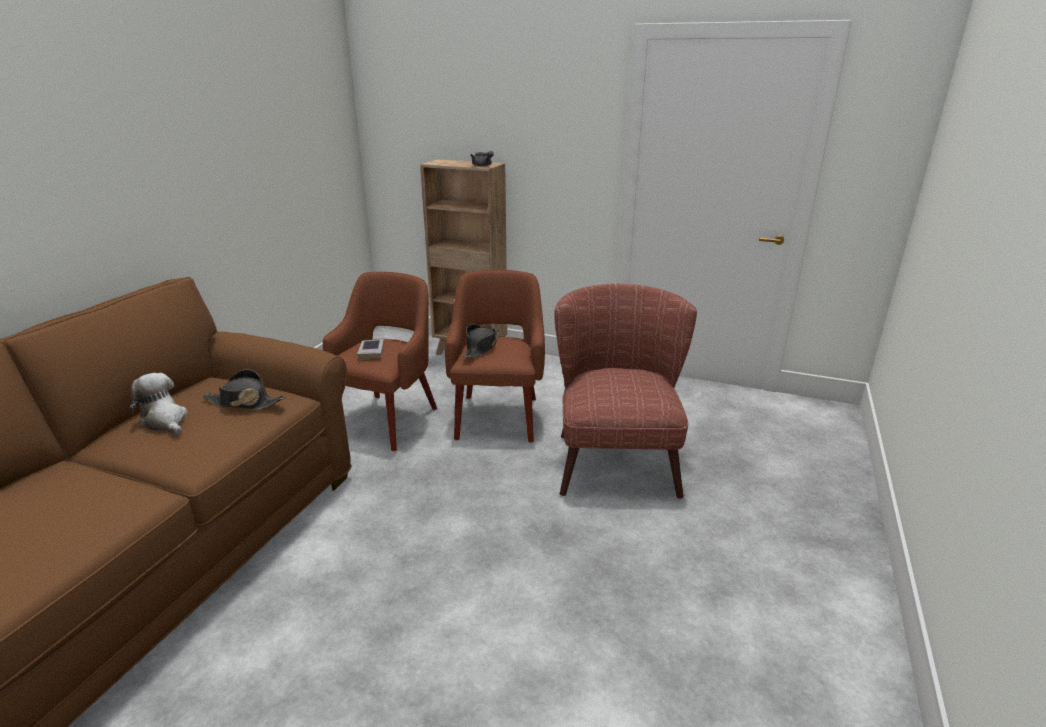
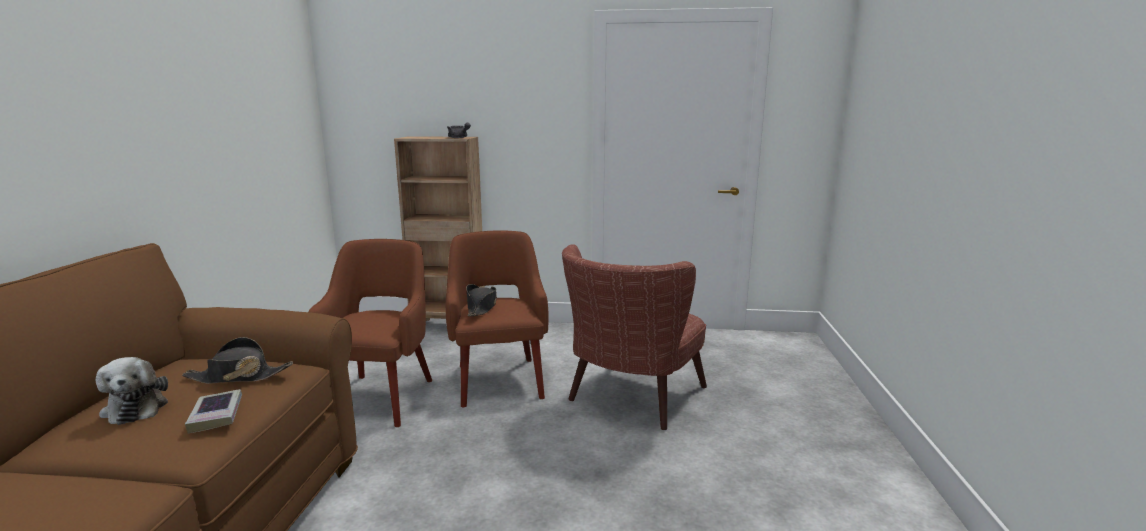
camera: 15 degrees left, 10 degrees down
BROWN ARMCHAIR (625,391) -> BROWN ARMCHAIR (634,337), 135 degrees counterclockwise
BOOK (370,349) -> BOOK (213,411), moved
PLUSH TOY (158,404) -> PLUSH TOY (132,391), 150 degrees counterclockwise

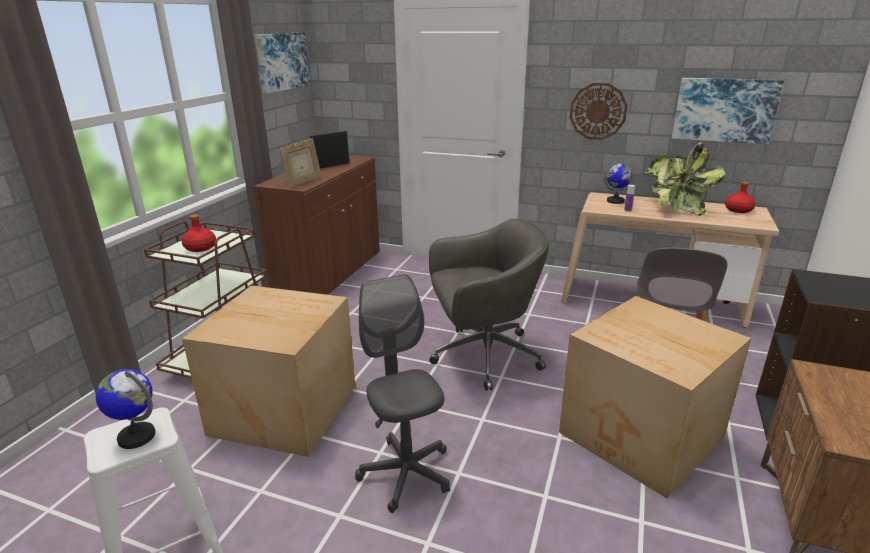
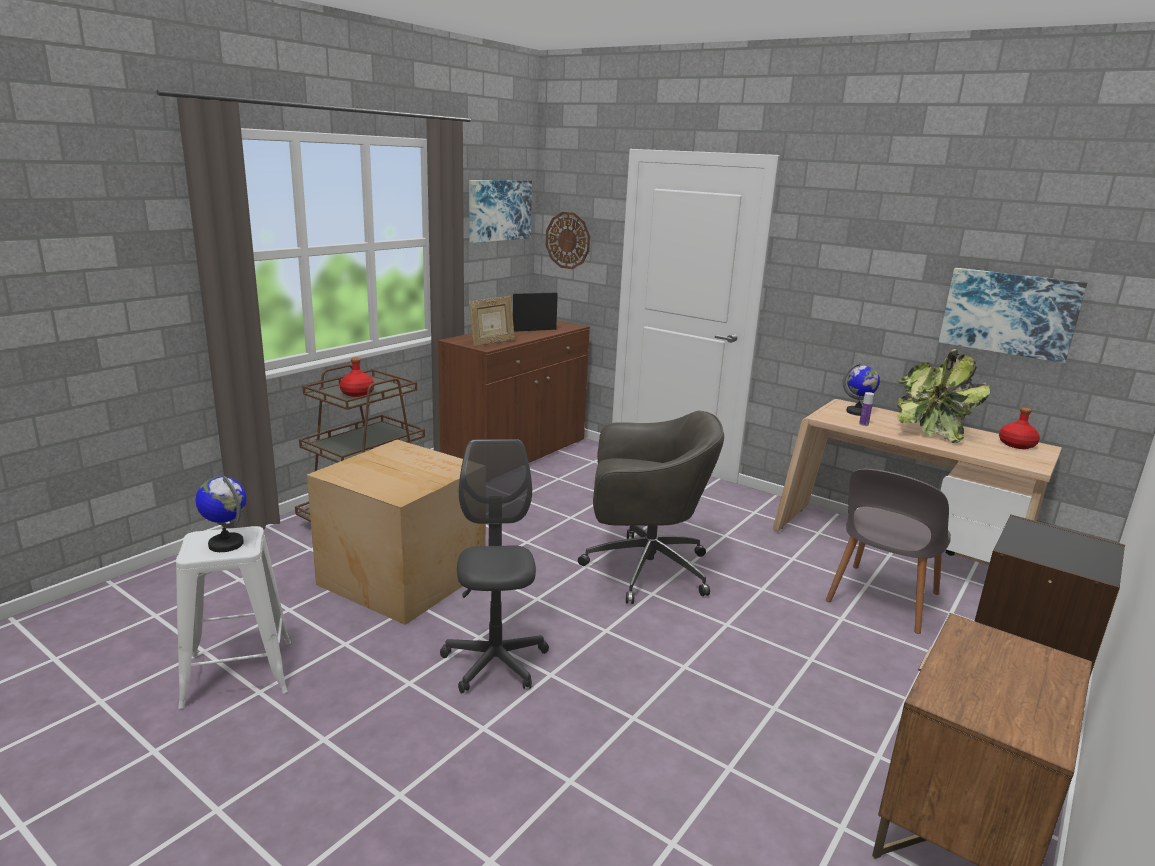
camera: 15 degrees right, 5 degrees down
WALL CLOCK (599,111) -> WALL CLOCK (568,240), moved
CARDBOARD BOX (655,397) -> none

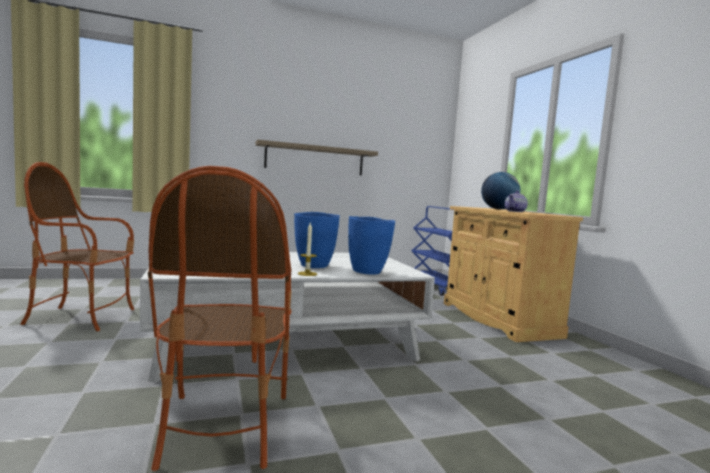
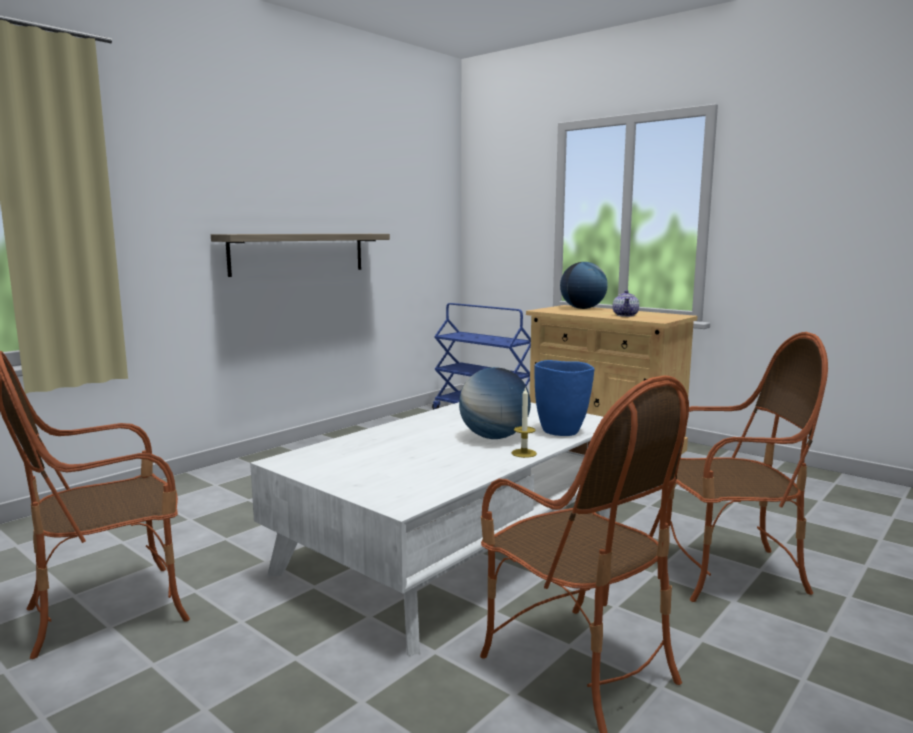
camera: 30 degrees left, 5 degrees up
BLUE VASE (317,240) -> GLOBE (495,403)
none -> ARMCHAIR (747,467)

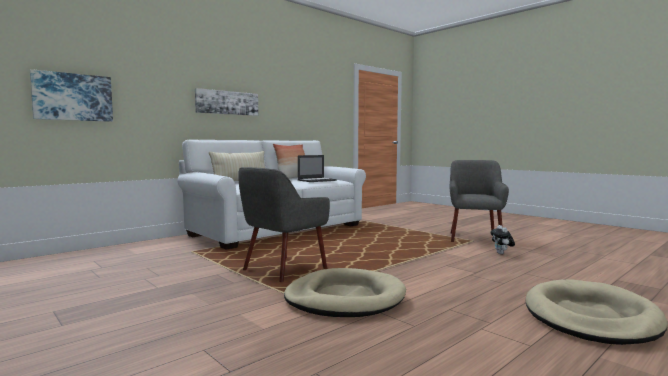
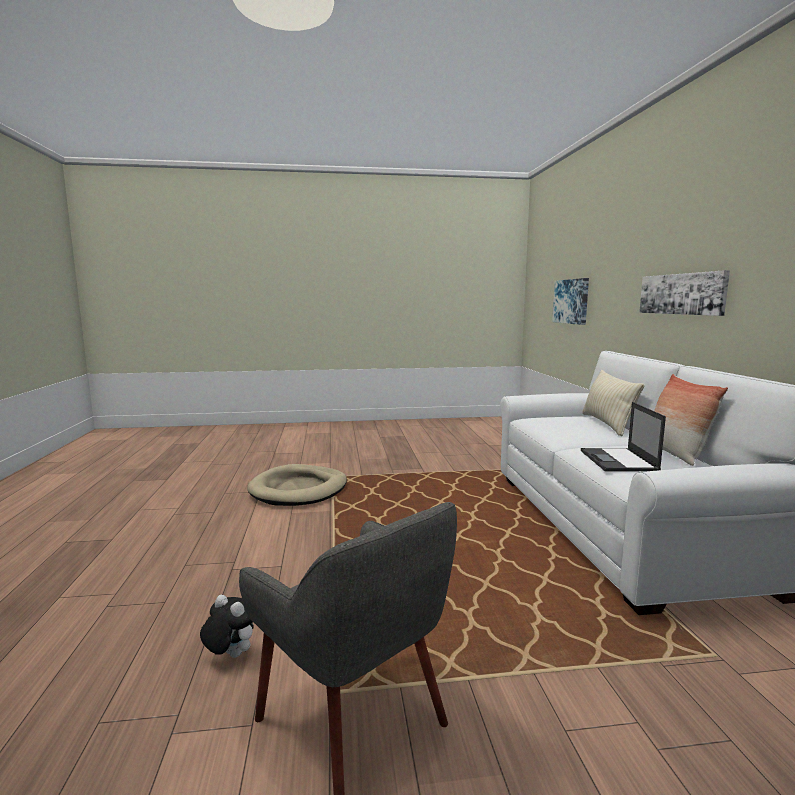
camera: 125 degrees right, 5 degrees up
GREY ARMCHAIR (284,224) -> none
BEIGE DOG BED (597,312) -> none

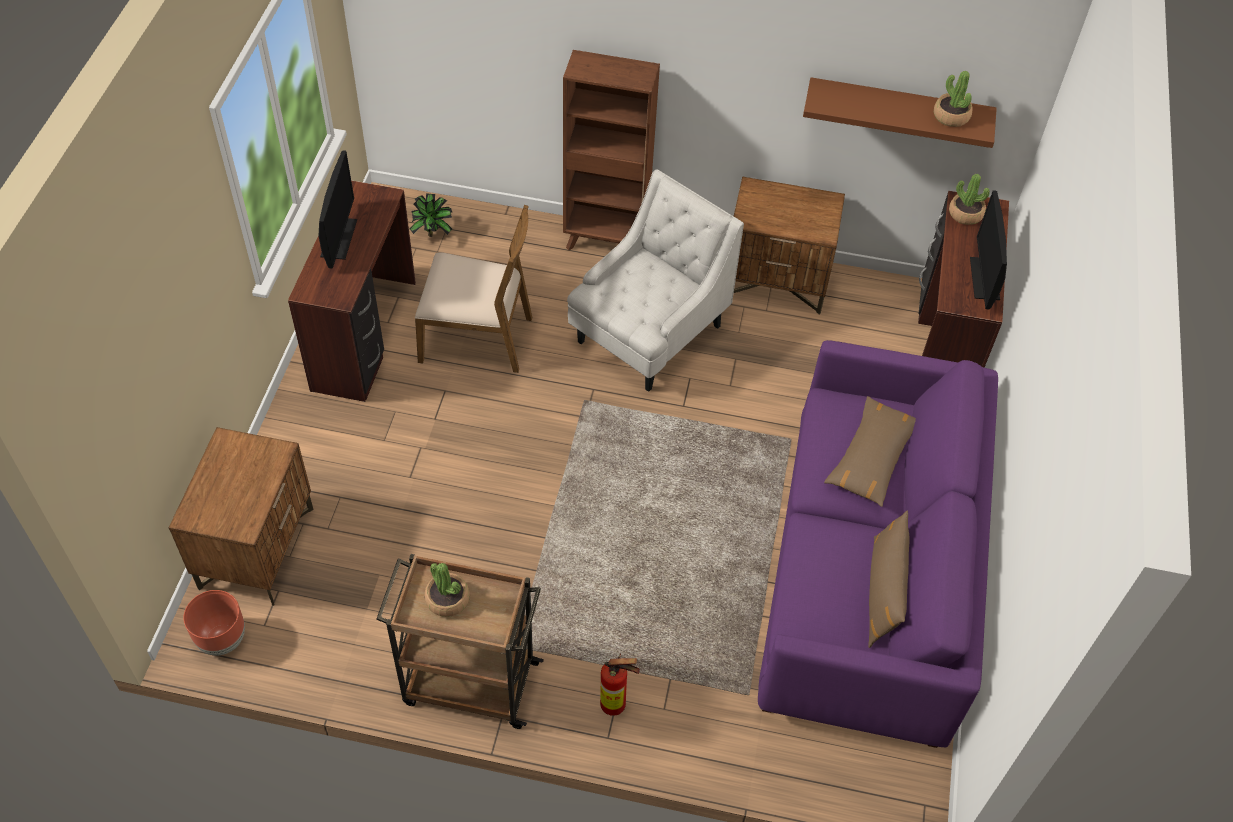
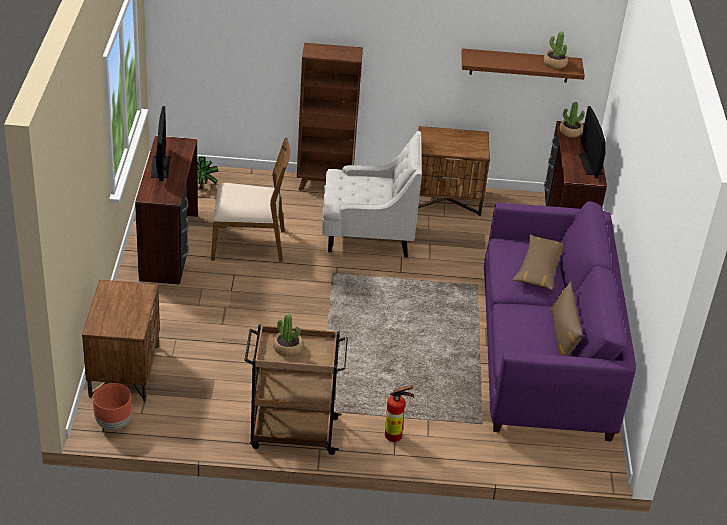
camera: 10 degrees left, 15 degrees down
WHITE ARMCHAIR (655,280) -> WHITE ARMCHAIR (372,194), 60 degrees clockwise

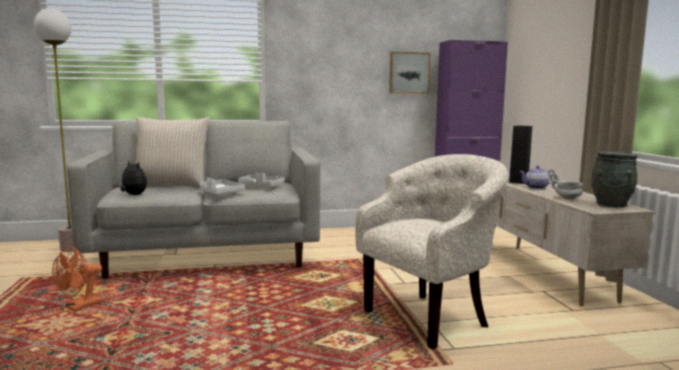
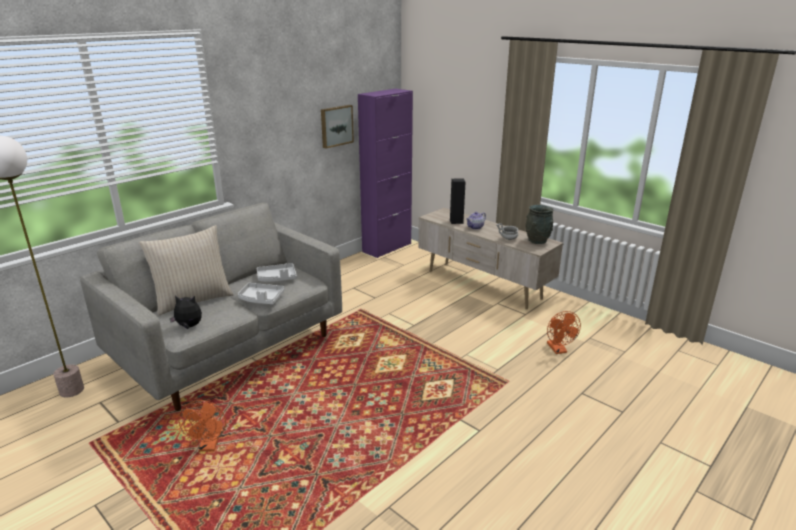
camera: 35 degrees left, 15 degrees up
BEIGE ARMCHAIR (431,251) -> none
none -> ORANGE FAN (564,332)

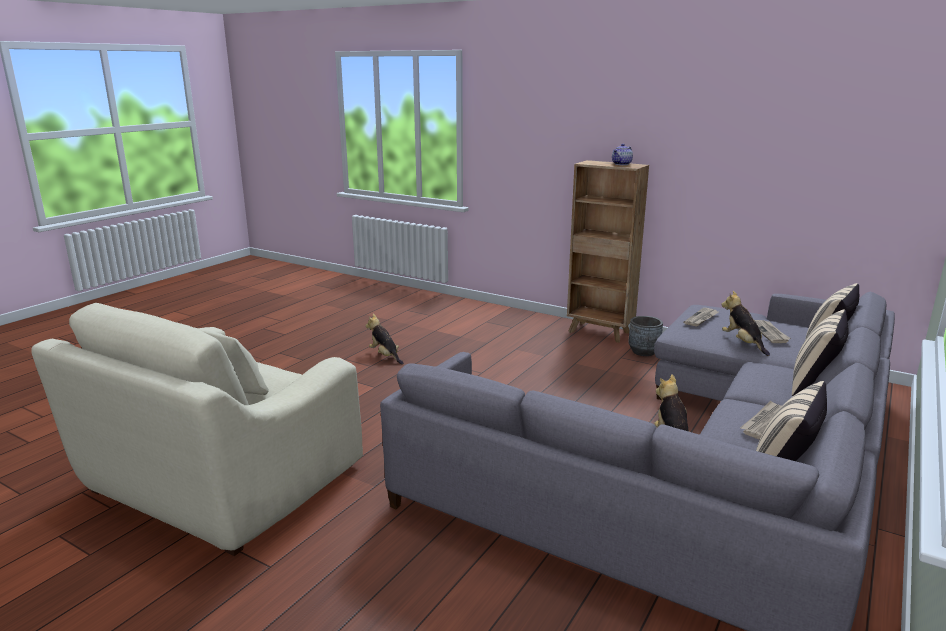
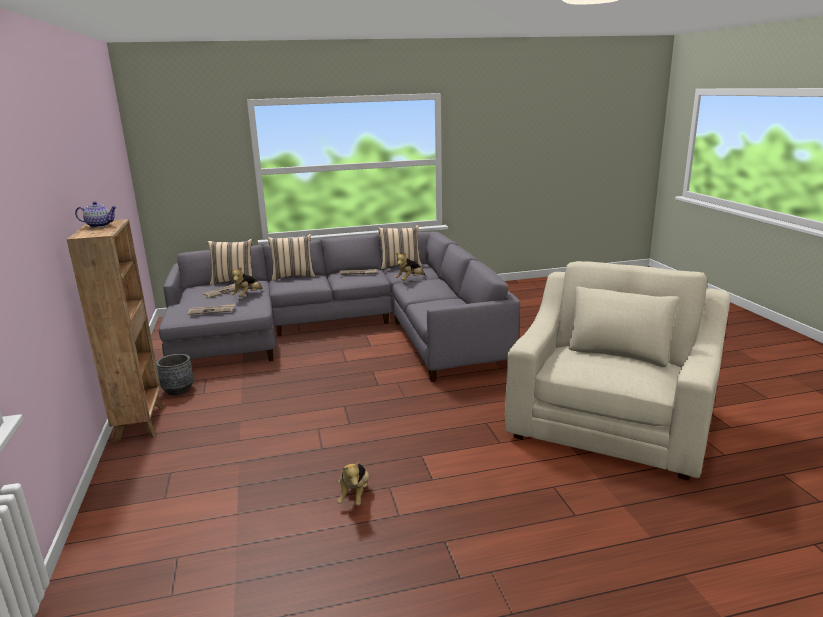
camera: 135 degrees left, 0 degrees up
BEIGE ARMCHAIR (197,429) -> BEIGE ARMCHAIR (618,371), 45 degrees counterclockwise

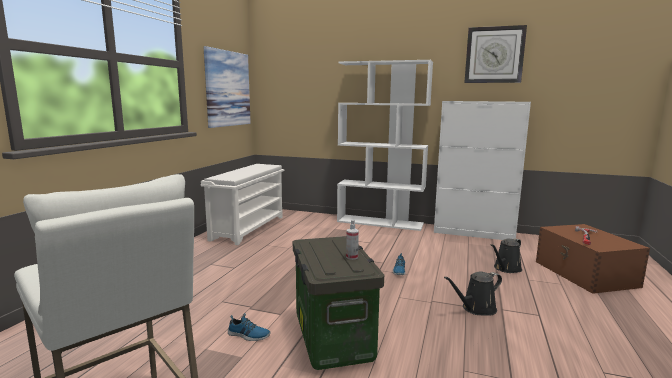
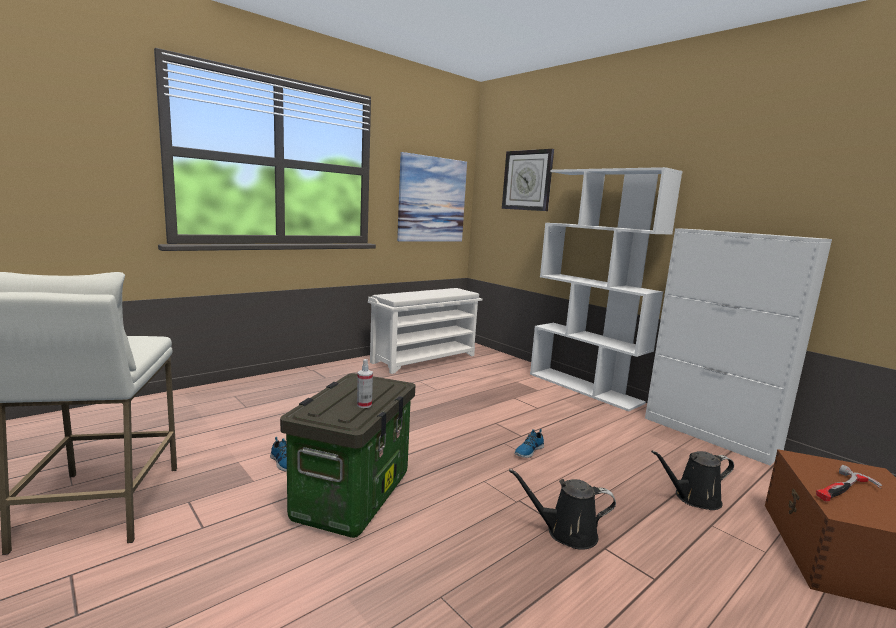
camera: 30 degrees right, 0 degrees up
WALL CLOCK (495,54) -> WALL CLOCK (528,180), moved

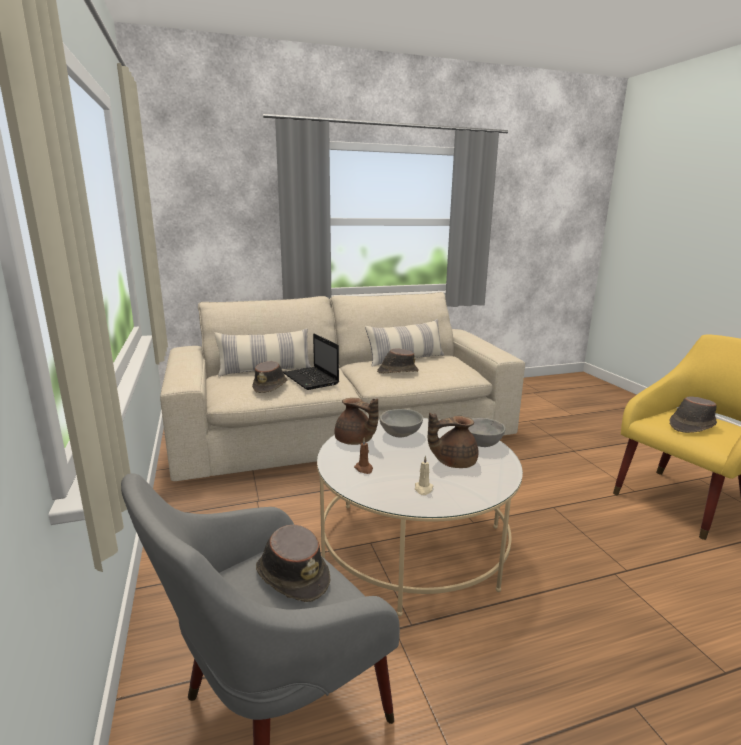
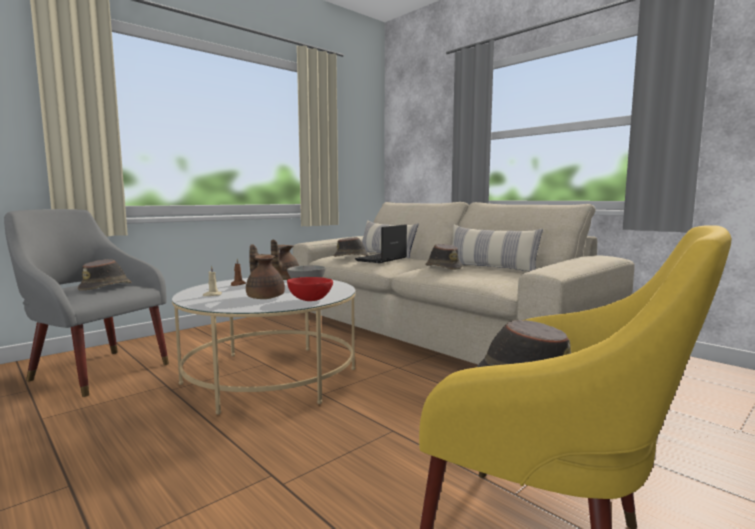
camera: 65 degrees right, 10 degrees down
GREY BOWL (487,432) -> RED BOWL (310,289)

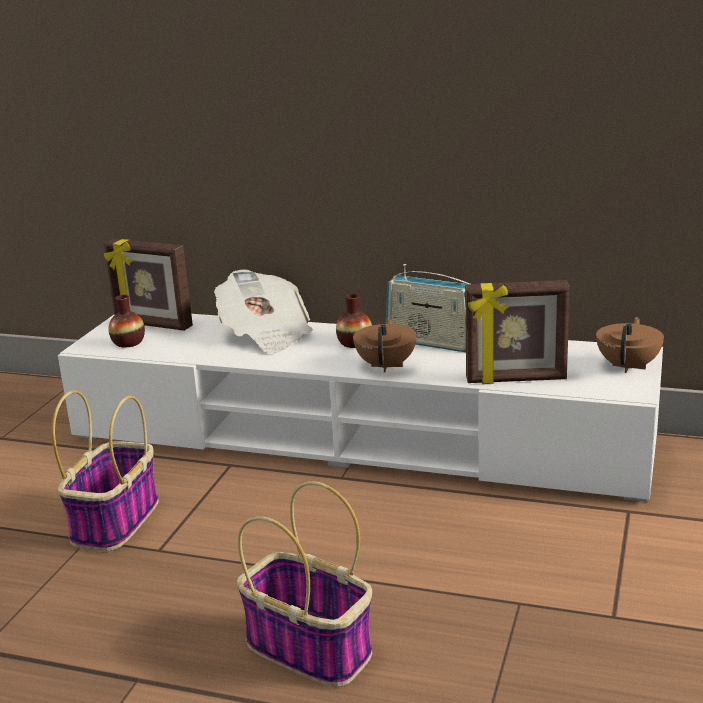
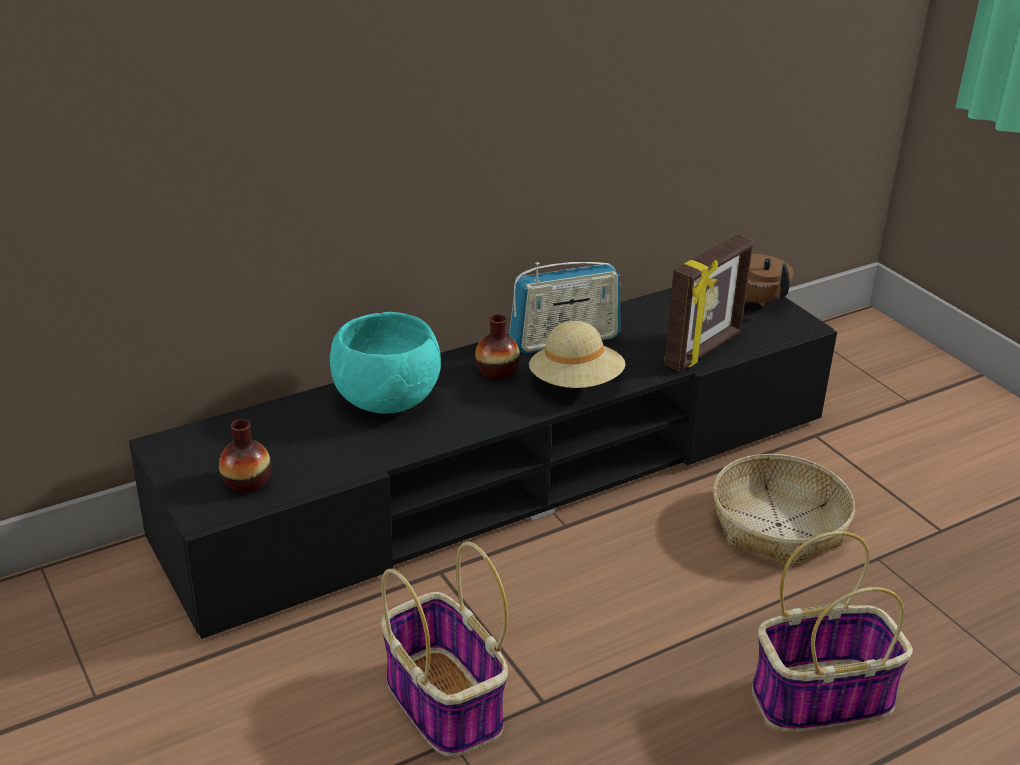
camera: 50 degrees left, 10 degrees up
PICTURE FRAME (148,285) -> none
NEWSPAPER (263,311) -> TURQUOISE BOWL (385,363)
WHITE TV STAND (360,408) -> BLACK TV STAND (483,463)
BROWN TEAPOT (385,344) -> BEIGE HAT (577,354)
none -> BASKET (784,510)

